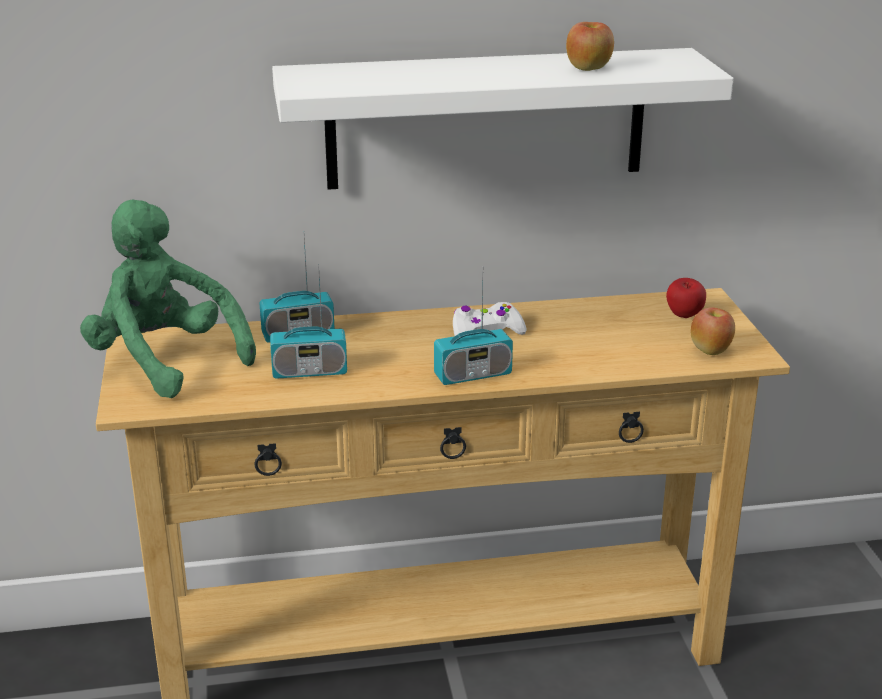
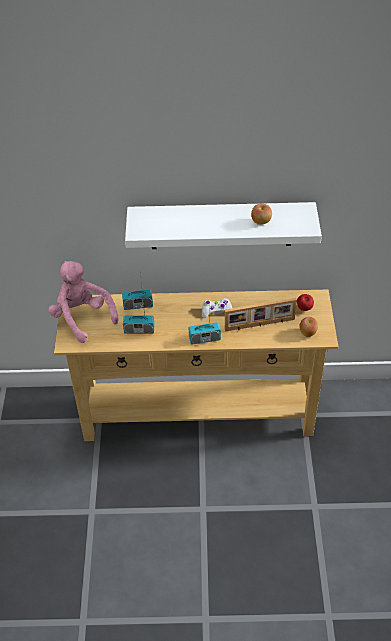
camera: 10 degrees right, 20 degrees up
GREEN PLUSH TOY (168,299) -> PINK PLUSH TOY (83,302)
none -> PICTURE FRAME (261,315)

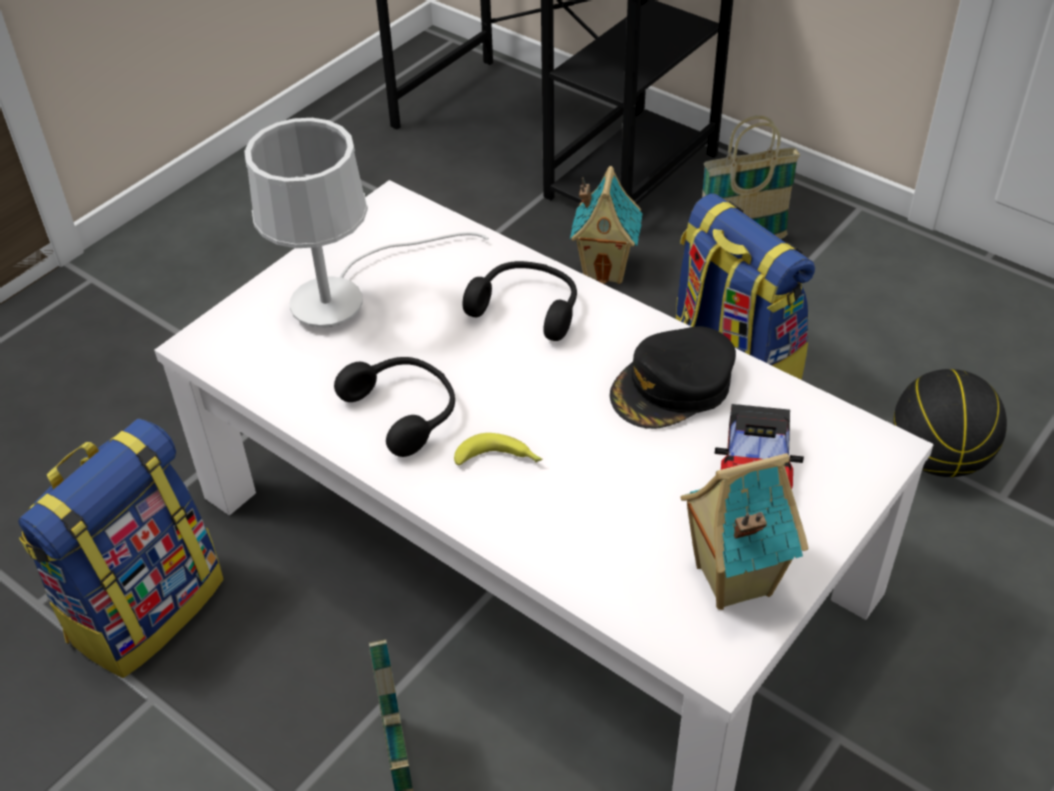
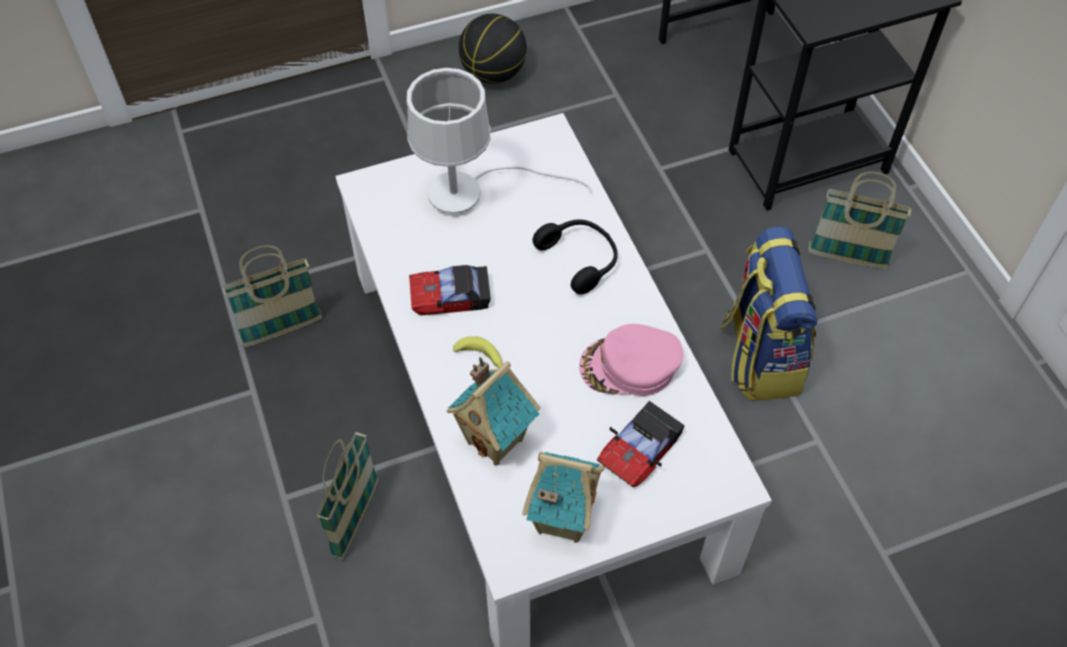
camera: 30 degrees right, 10 degrees up
TOY HOUSE (606,225) -> TOY HOUSE (493,411), moved
BLACK CAP (673,377) -> PINK CAP (631,360)
BLACK HEADPHONES (394,407) -> TOY CAR (450,290)
BASKETBALL (950,423) -> BASKETBALL (493,49), moved
BACKPACK (121,548) -> BASKET (272,296)

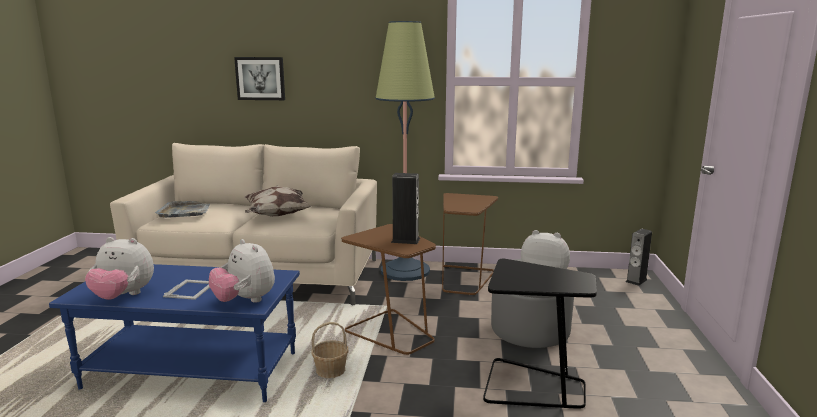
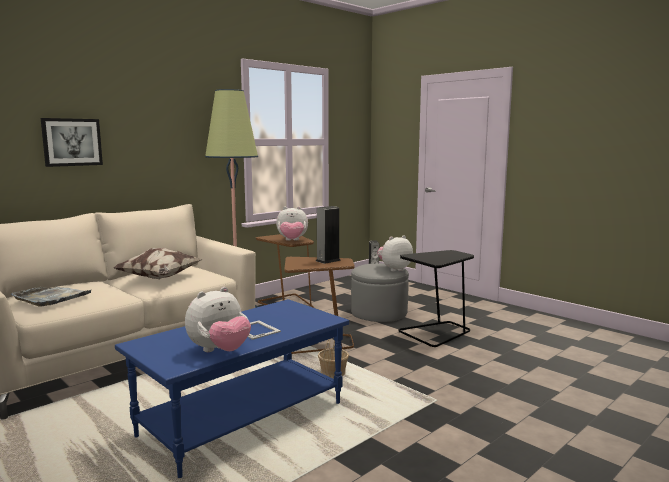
camera: 50 degrees left, 5 degrees down
PLUSH TOY (242,271) -> PLUSH TOY (292,224), moved

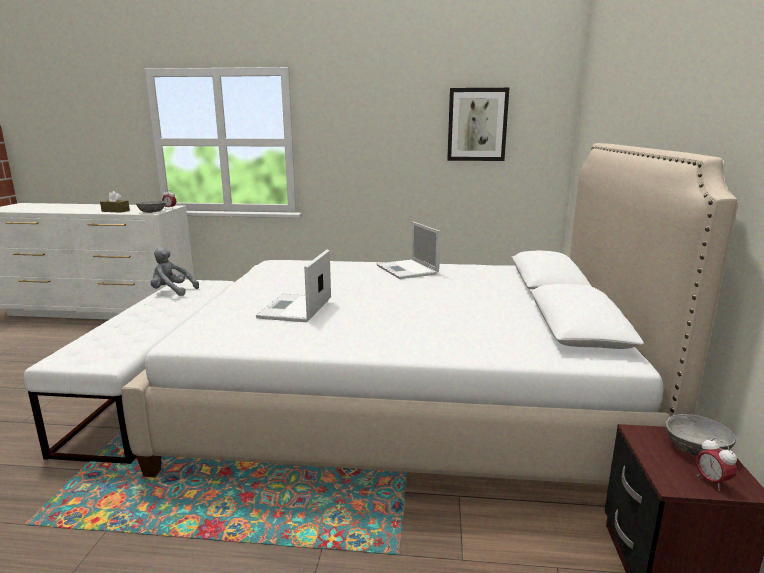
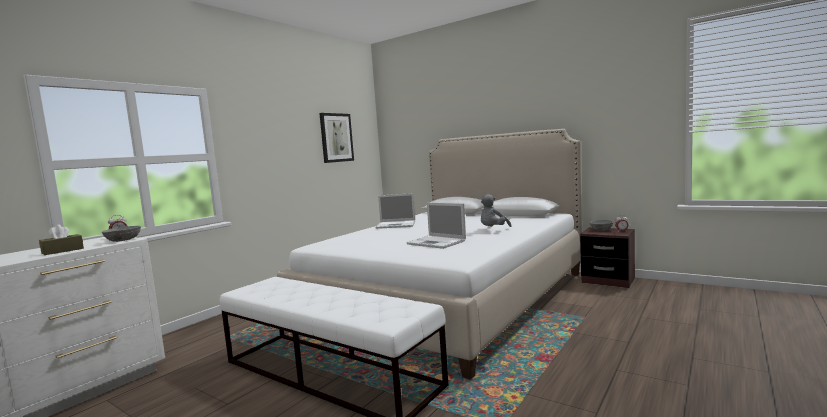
camera: 60 degrees left, 10 degrees down
GREY PLUSH TOY (175,271) -> GREY PLUSH TOY (496,210), moved

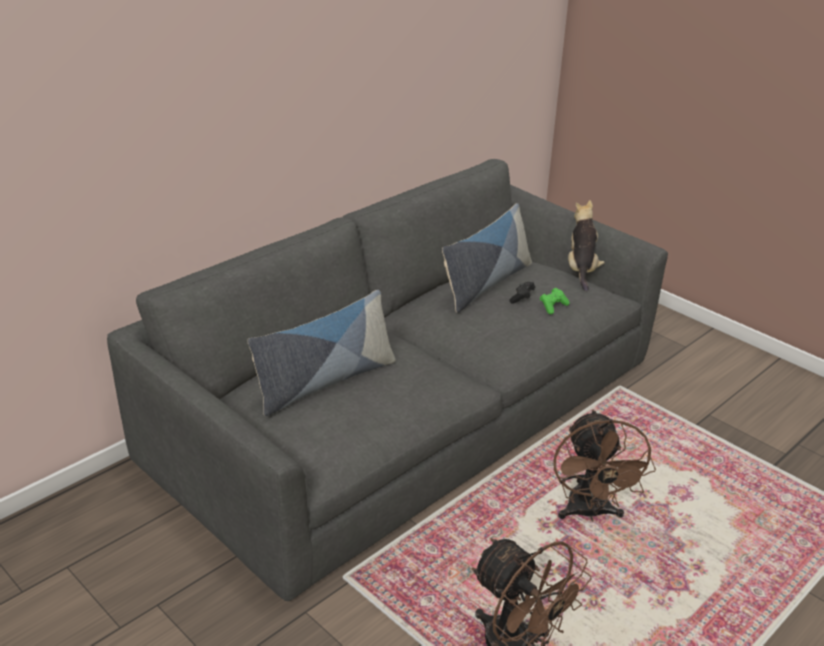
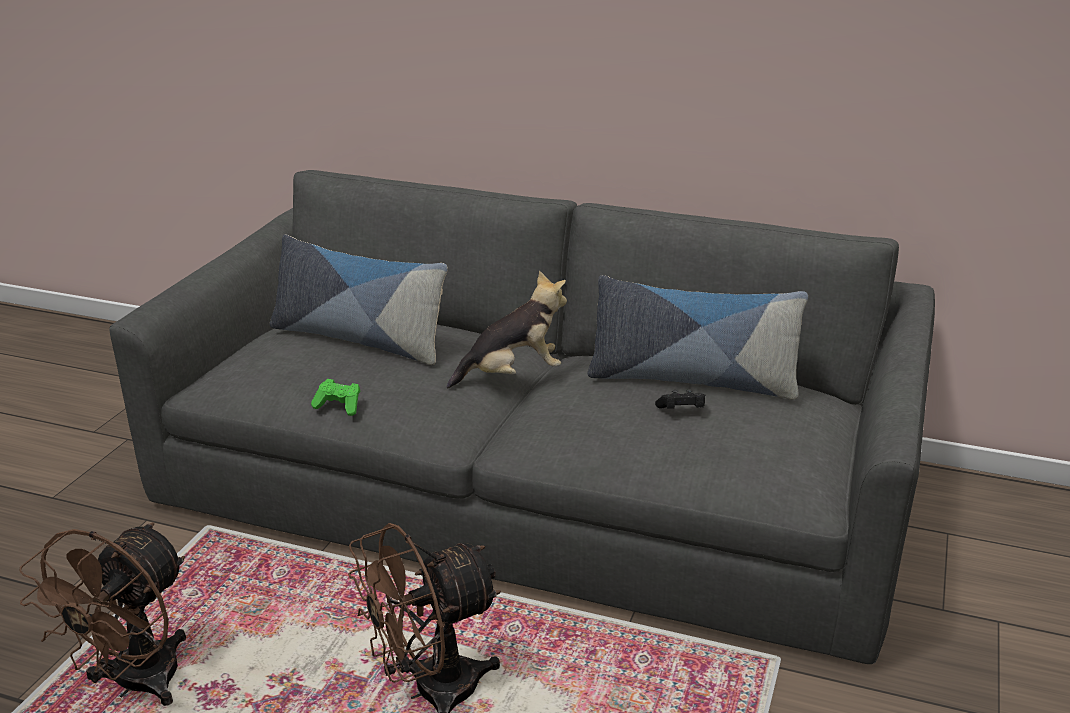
camera: 65 degrees right, 5 degrees down
PLUSH TOY (586,246) -> PLUSH TOY (506,329), moved
GREEN GAME CONTROLLER (554,301) -> GREEN GAME CONTROLLER (335,397), moved

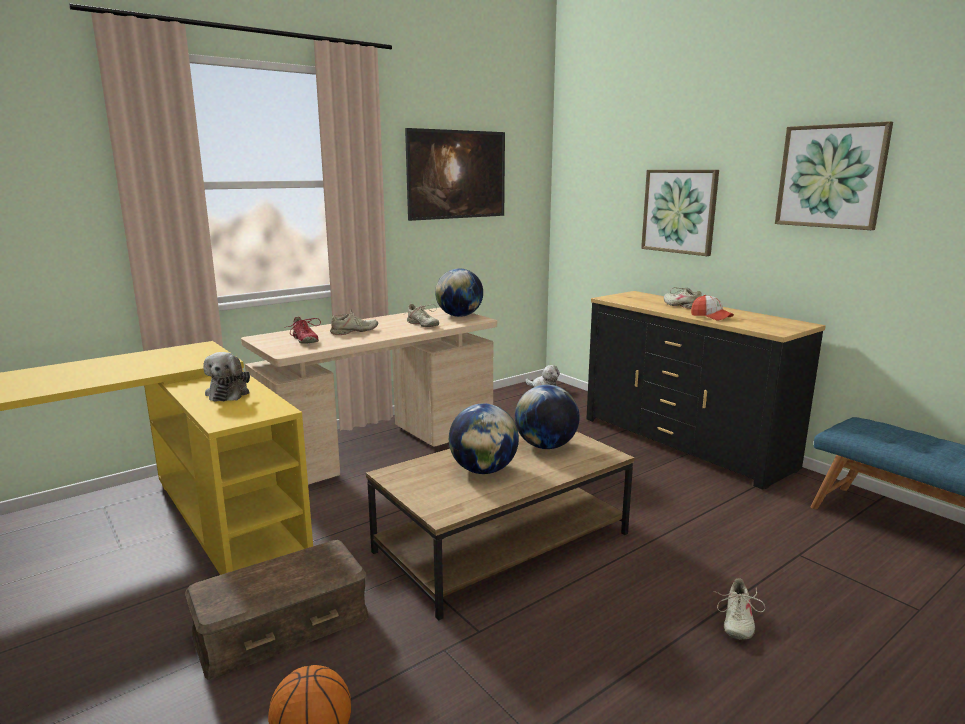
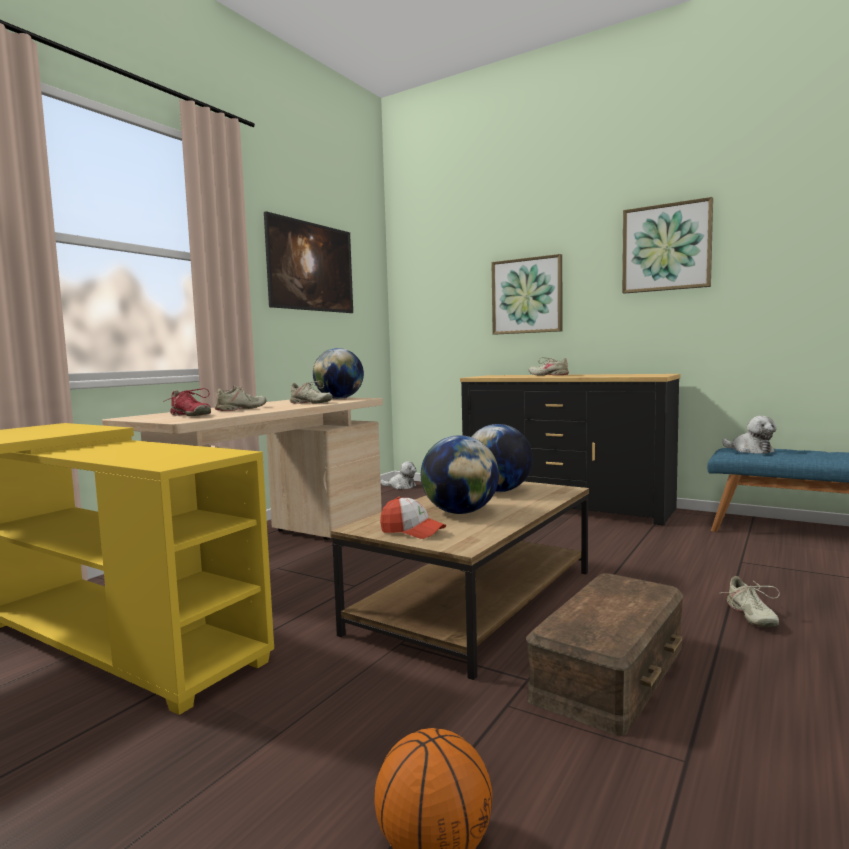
camera: 20 degrees left, 10 degrees down
CAP (712,307) -> CAP (413,518), moved
PLUSH TOY (226,377) -> PLUSH TOY (749,435), moved
BROWN STORAGE BOX (276,610) -> BROWN STORAGE BOX (605,654), moved

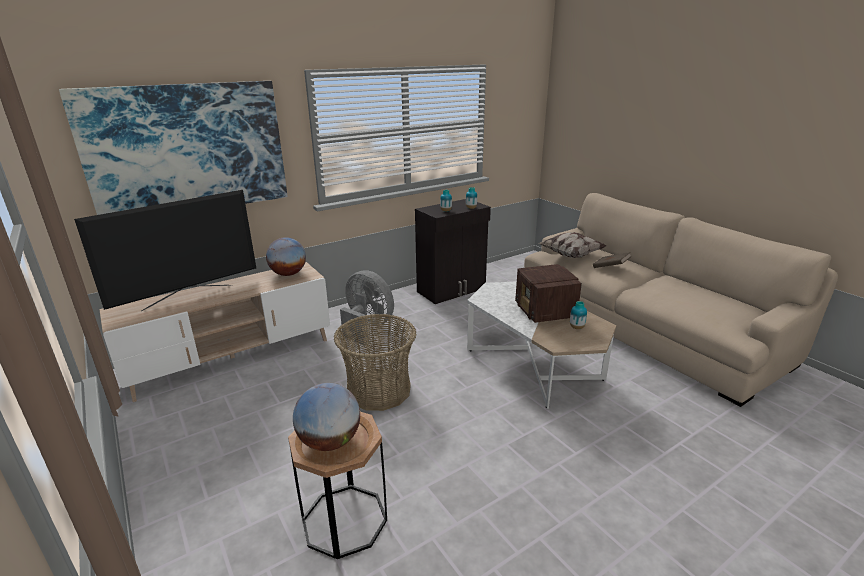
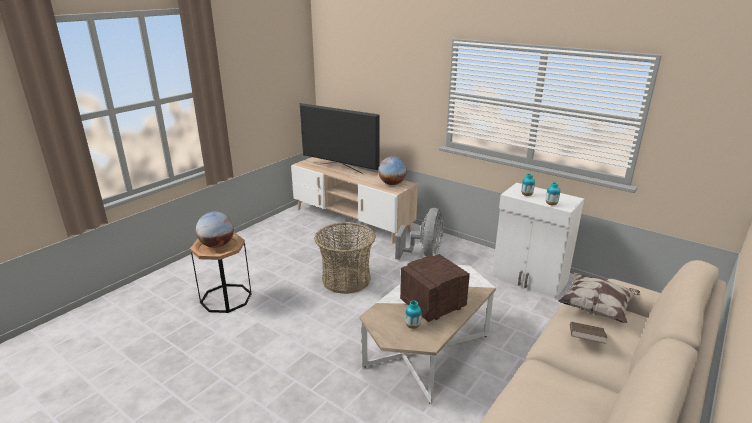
camera: 70 degrees right, 0 degrees up
PICTURE (173,148) -> none
BLACK CABINET (453,251) -> WHITE CABINET (538,241)

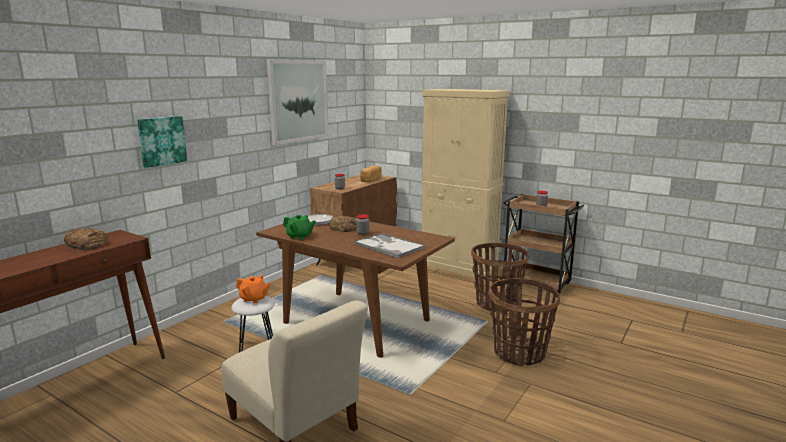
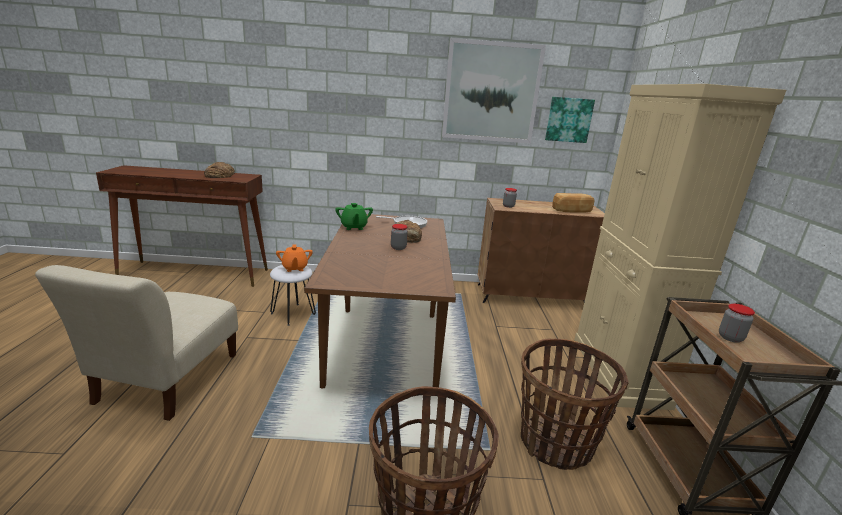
camera: 55 degrees right, 5 degrees up
PICTURE (162,142) -> PICTURE (570,120), moved
TRAY (389,245) -> none

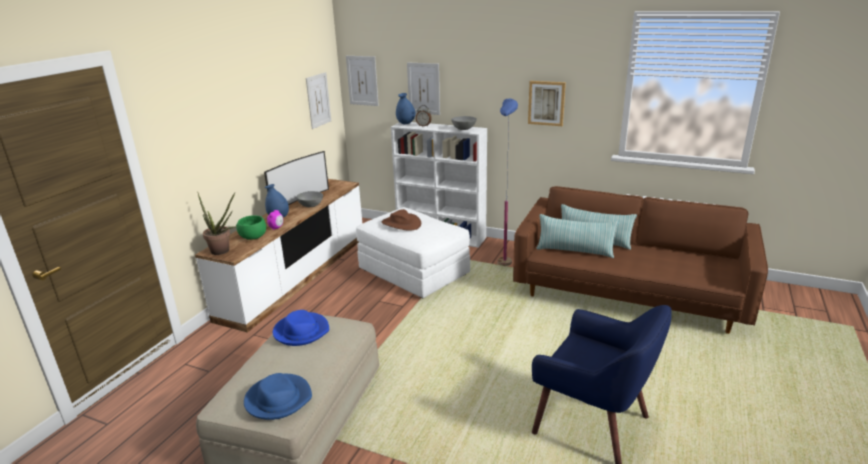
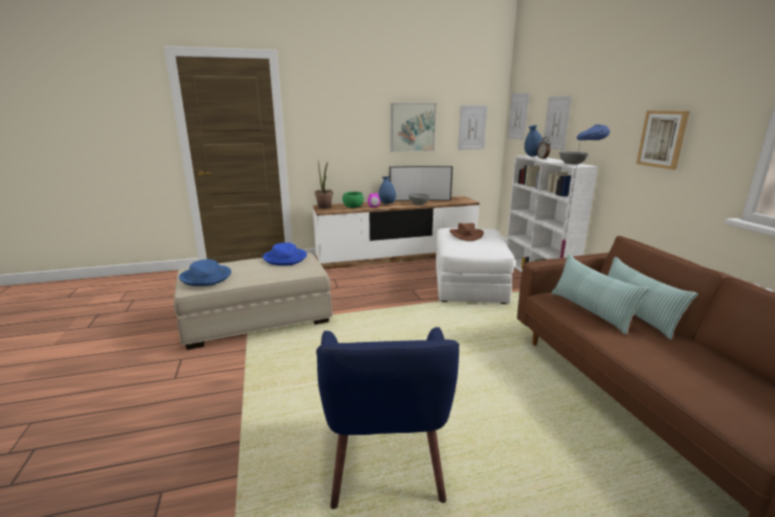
camera: 50 degrees right, 5 degrees down
none -> PICTURE (413,127)

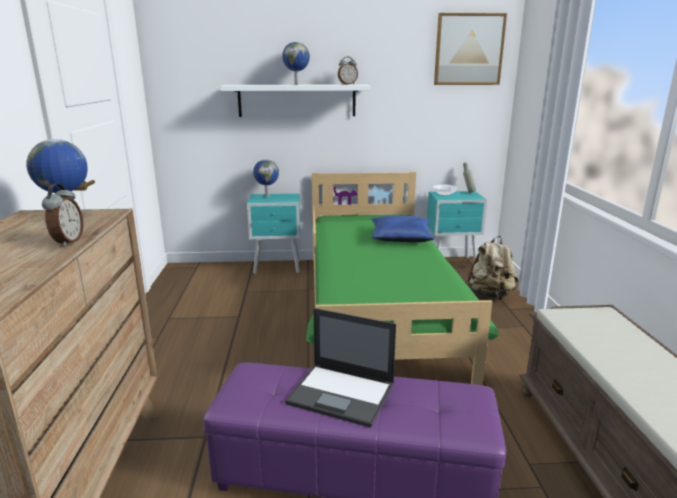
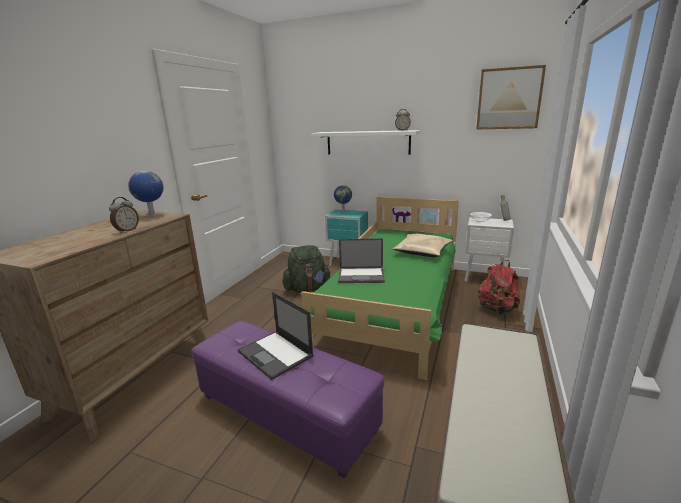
camera: 25 degrees right, 0 degrees up
GLOBE (296,63) -> none
TURQUOISE NIGHTSTAND (457,226) -> WHITE NIGHTSTAND (489,249)
BLUE PILLOW (402,229) -> BEIGE PILLOW (423,245)
BEIGE BACKPACK (491,268) -> RED BACKPACK (499,287)
none -> LAPTOP (361,260)
none -> GREEN BACKPACK (306,269)

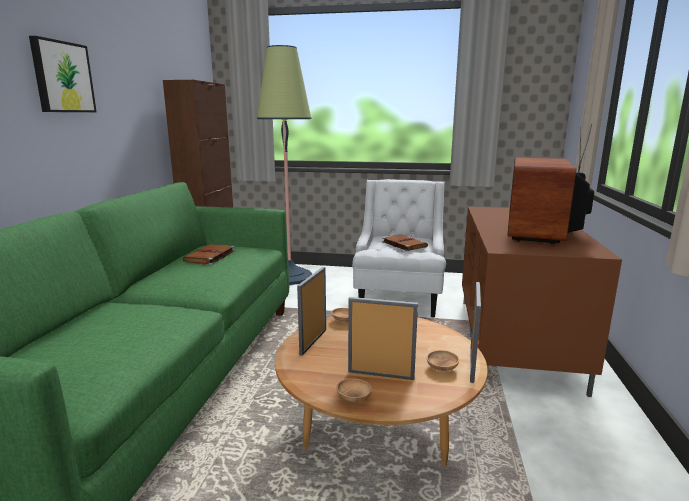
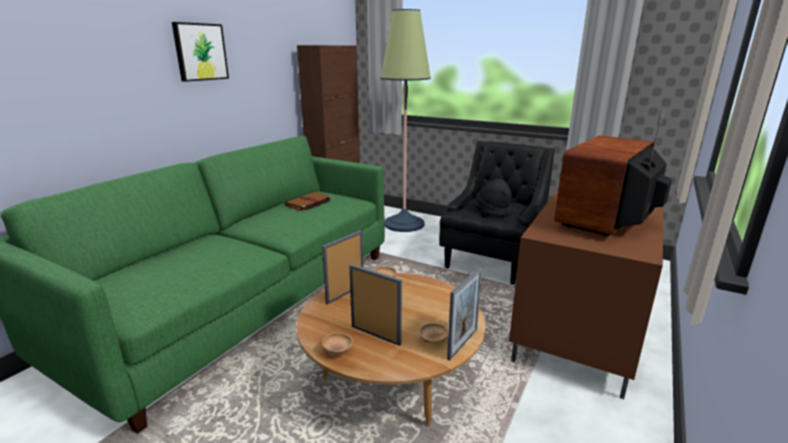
camera: 20 degrees right, 5 degrees up
WHITE ARMCHAIR (399,248) -> BLACK ARMCHAIR (497,213)
BROWN BOOK (405,243) -> BLACK HAT (494,197)

